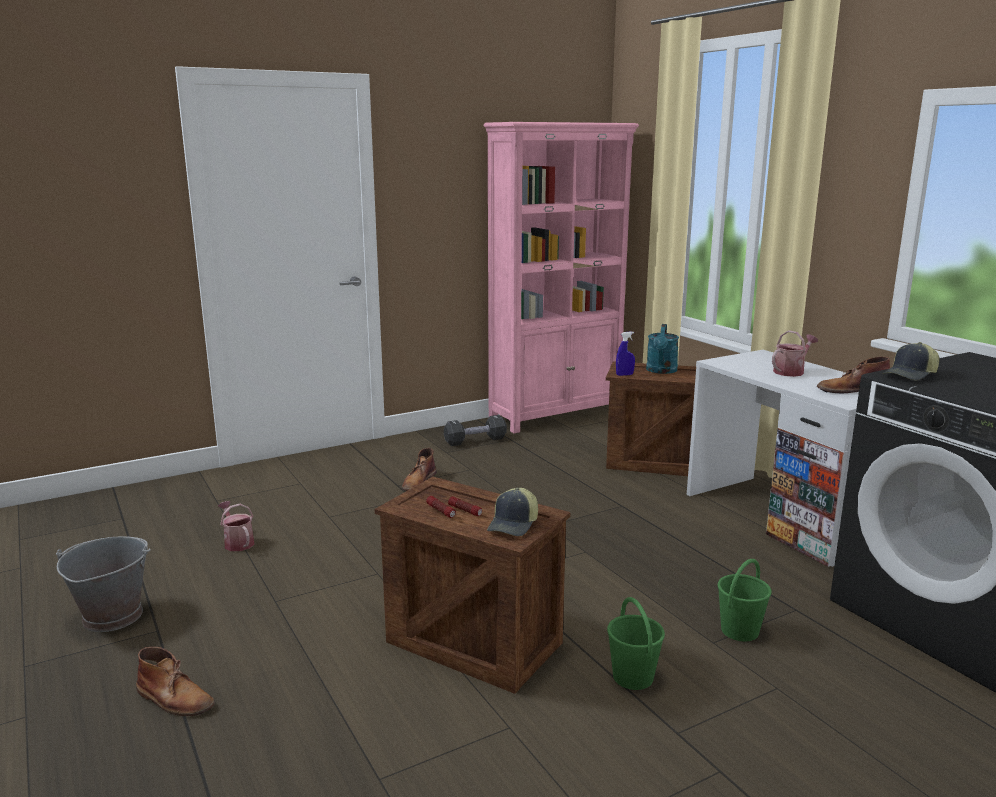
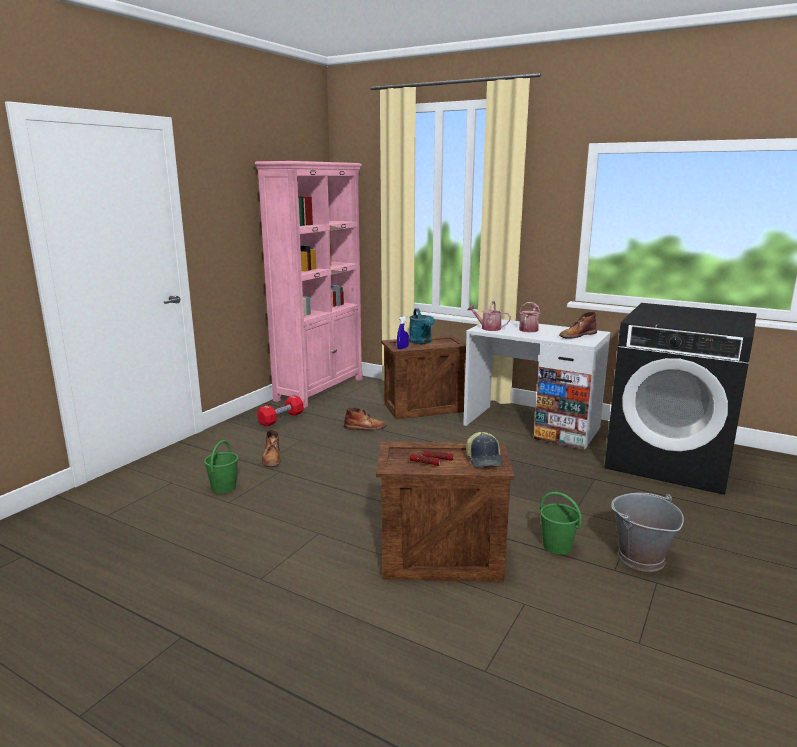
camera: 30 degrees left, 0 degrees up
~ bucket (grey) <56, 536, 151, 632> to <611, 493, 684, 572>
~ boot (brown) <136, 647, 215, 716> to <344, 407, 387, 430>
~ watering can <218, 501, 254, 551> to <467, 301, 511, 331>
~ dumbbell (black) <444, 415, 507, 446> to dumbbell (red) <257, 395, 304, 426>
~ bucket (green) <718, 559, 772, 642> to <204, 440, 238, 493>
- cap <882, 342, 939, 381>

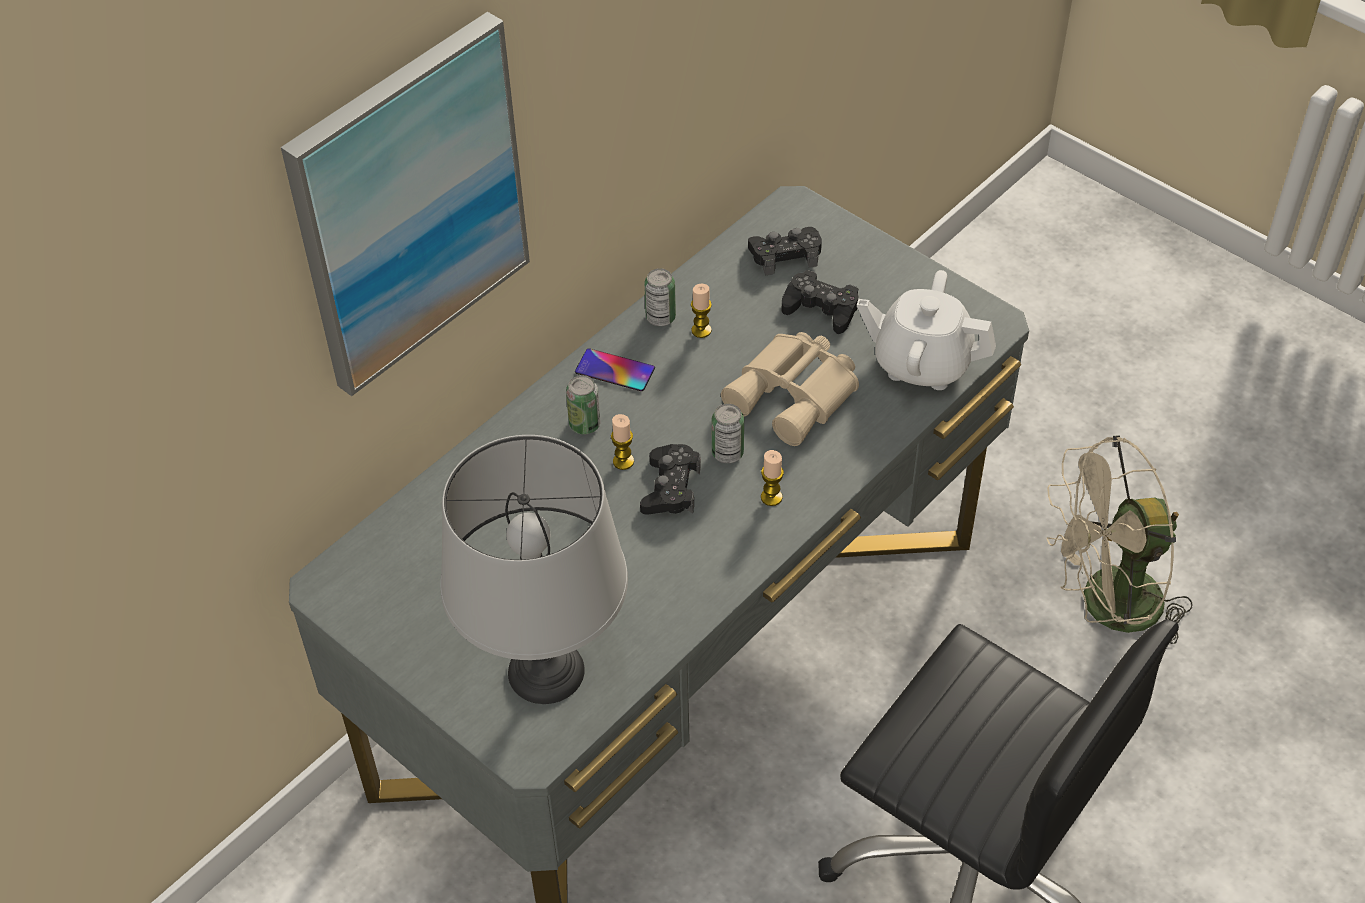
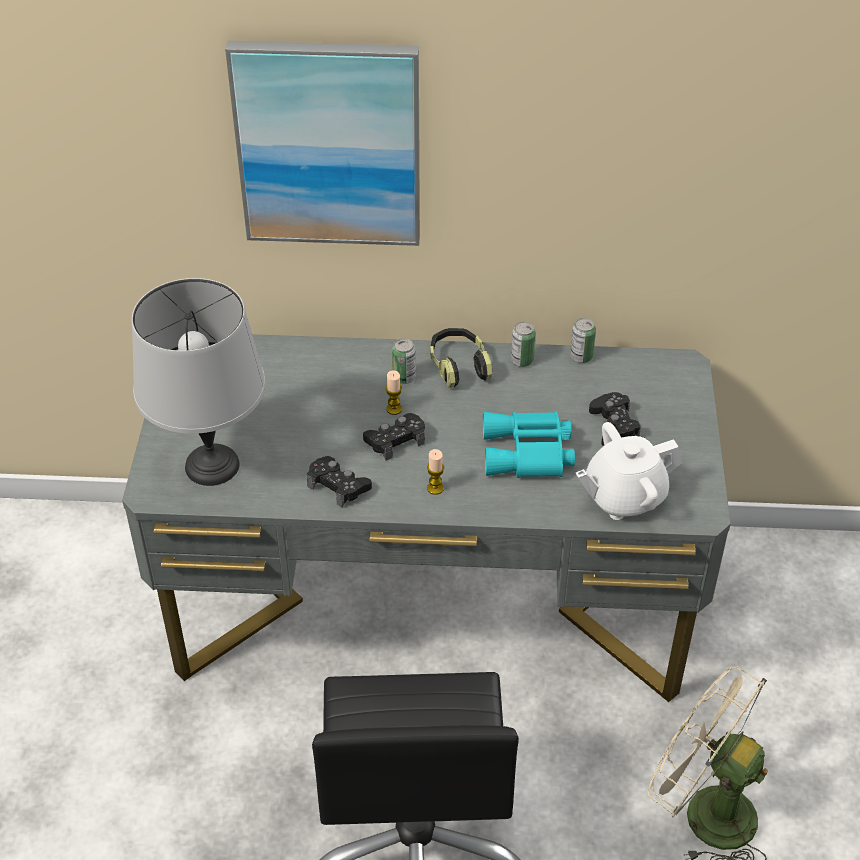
camera: 50 degrees right, 5 degrees down
~ phone <575, 348, 655, 391> to headphones <430, 328, 493, 388>
- candle <691, 284, 712, 338>
~ can <712, 404, 744, 463> to <570, 318, 596, 363>
~ binoculars (beige) <721, 332, 859, 446> to binoculars (turquoise) <483, 412, 575, 478>
~ game controller (black) <748, 227, 822, 276> to <307, 456, 372, 508>
~ teapot (white) <857, 270, 996, 390> = <576, 422, 682, 520> 90 degrees counterclockwise

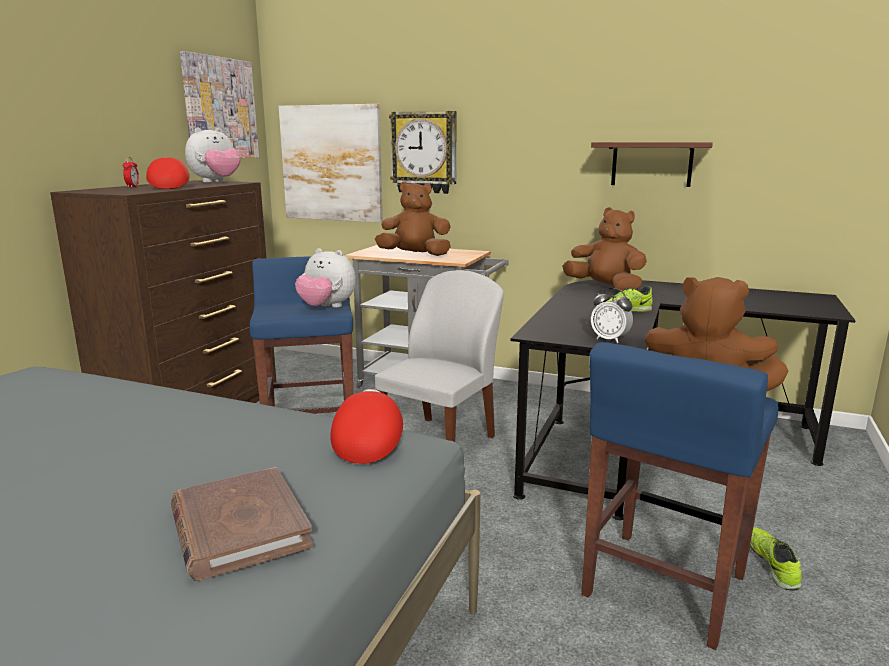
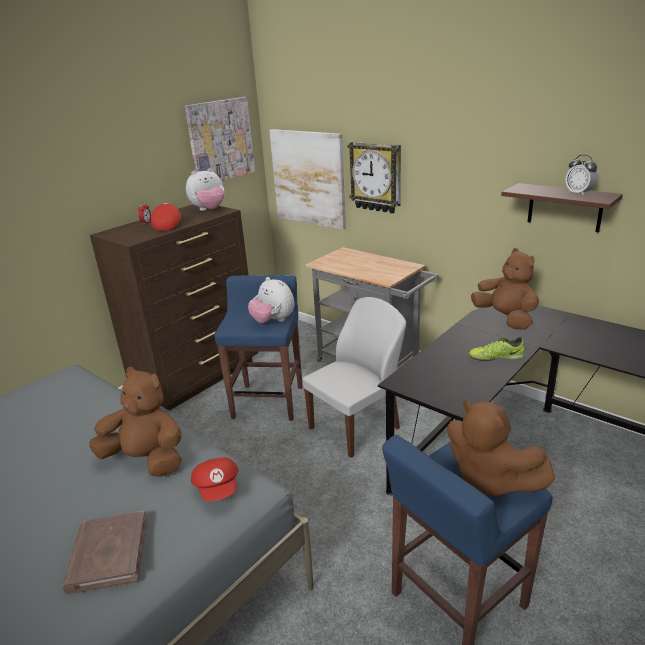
camera: 20 degrees right, 10 degrees up
~ cap (red) <330, 389, 403, 464> = <191, 457, 239, 501> 135 degrees clockwise
~ plush toy (brown) <375, 181, 451, 256> to <89, 367, 182, 477>
~ alarm clock <591, 288, 633, 343> to <565, 155, 598, 196>
- shoe <750, 527, 802, 590>

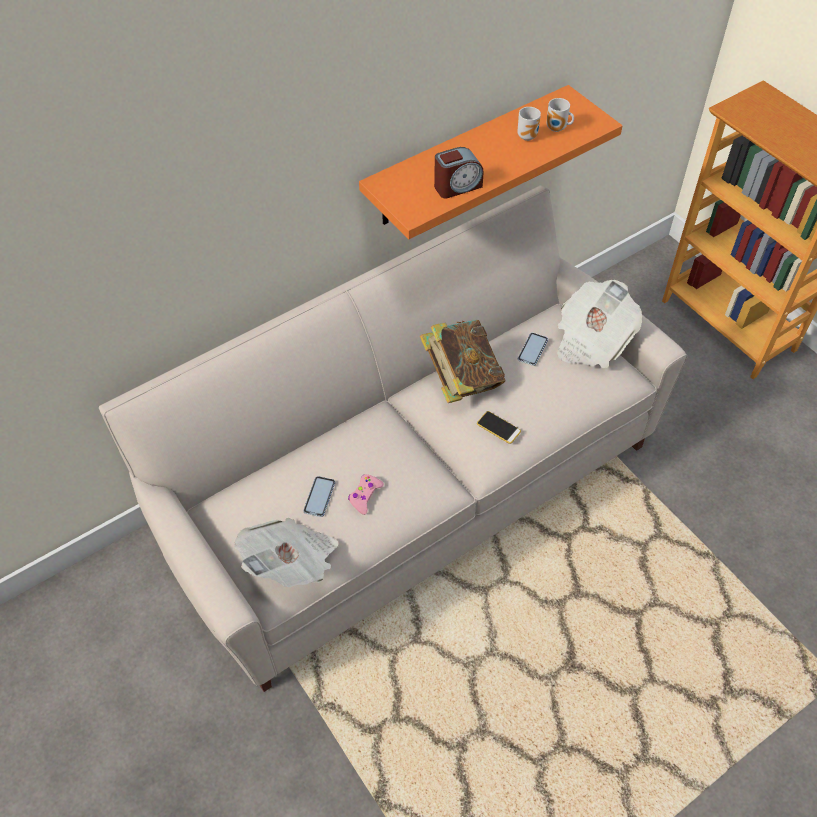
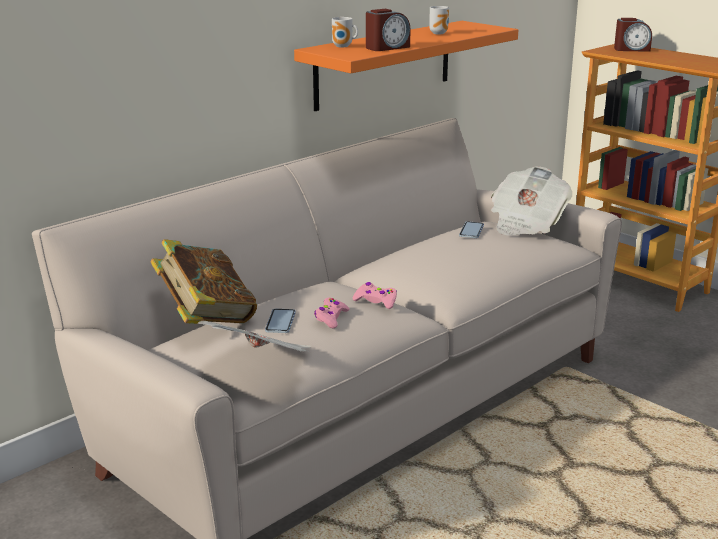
camera: 10 degrees left, 30 degrees down
~ book <420, 320, 506, 403> to <150, 239, 257, 324>
- phone <477, 411, 521, 444>
~ mug <547, 98, 574, 132> to <332, 17, 358, 47>
+ game controller (pink) <353, 282, 397, 309>
+ alarm clock <614, 18, 652, 52>

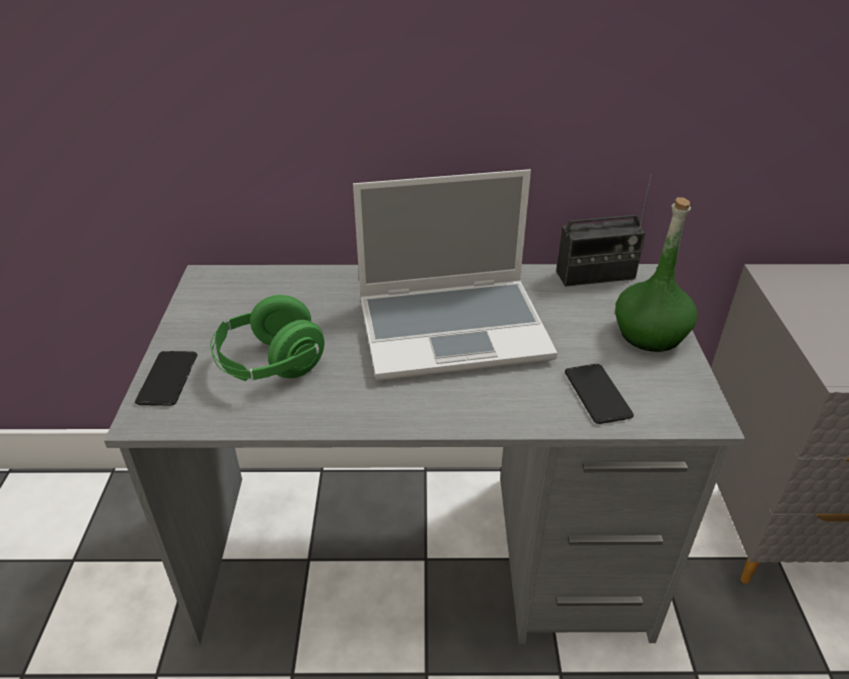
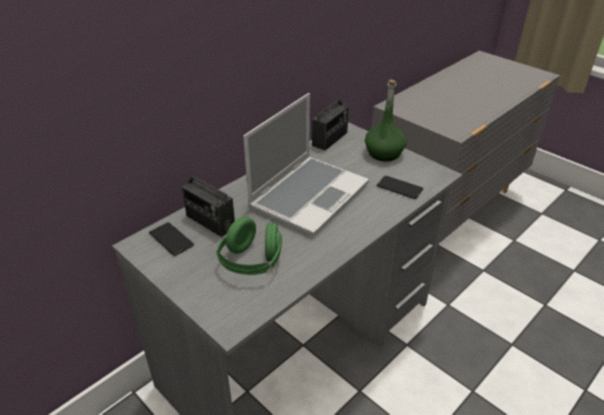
camera: 45 degrees left, 0 degrees up
~ phone <135, 351, 197, 406> to <149, 223, 194, 256>
+ radio <182, 168, 235, 237>

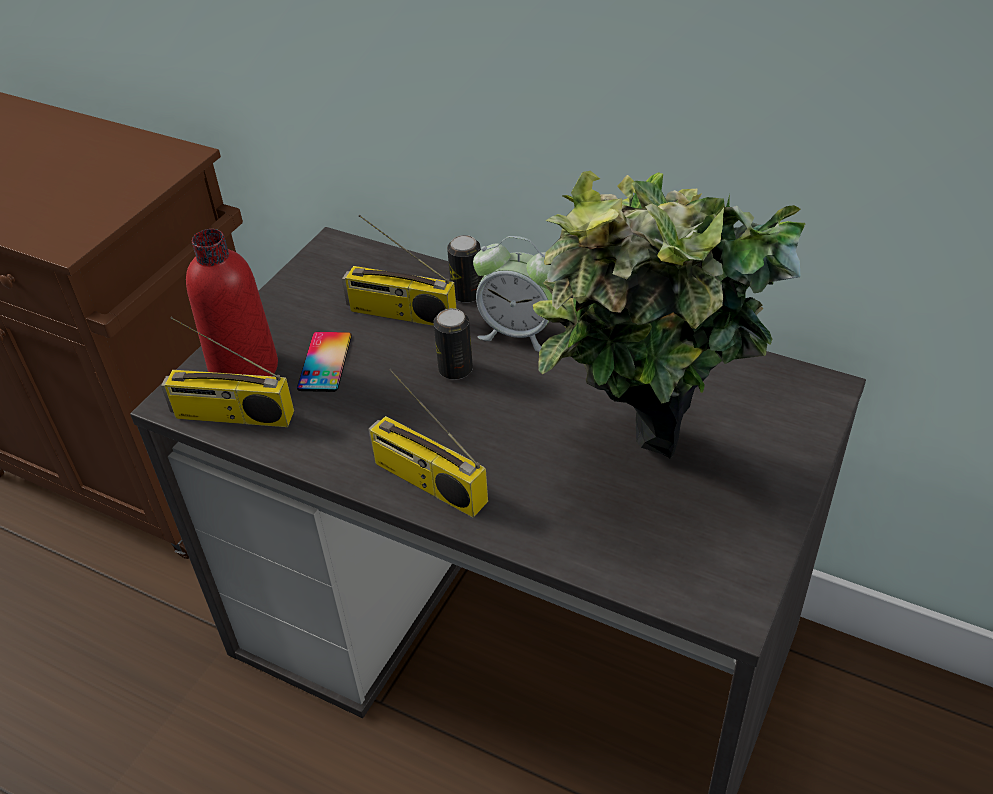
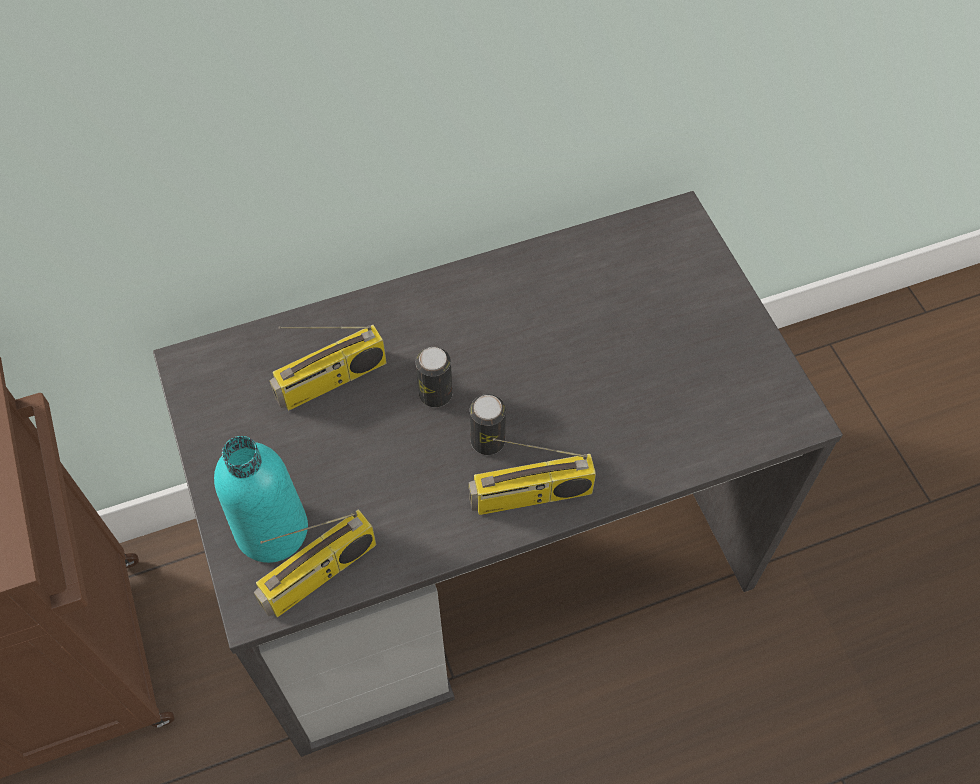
camera: 50 degrees left, 15 degrees up
~ bottle (red) <186, 229, 278, 376> to bottle (turquoise) <214, 436, 308, 563>
- phone <297, 332, 352, 392>
~ can <447, 235, 482, 303> to <470, 394, 506, 455>
- alarm clock <473, 236, 552, 352>
- potted plant <533, 171, 805, 458>

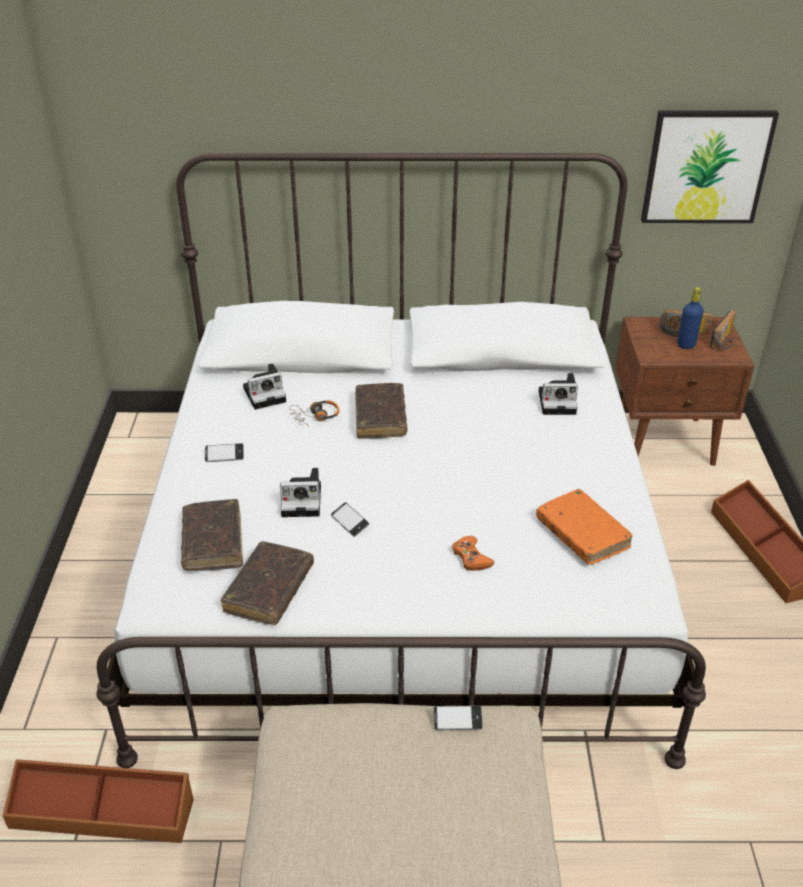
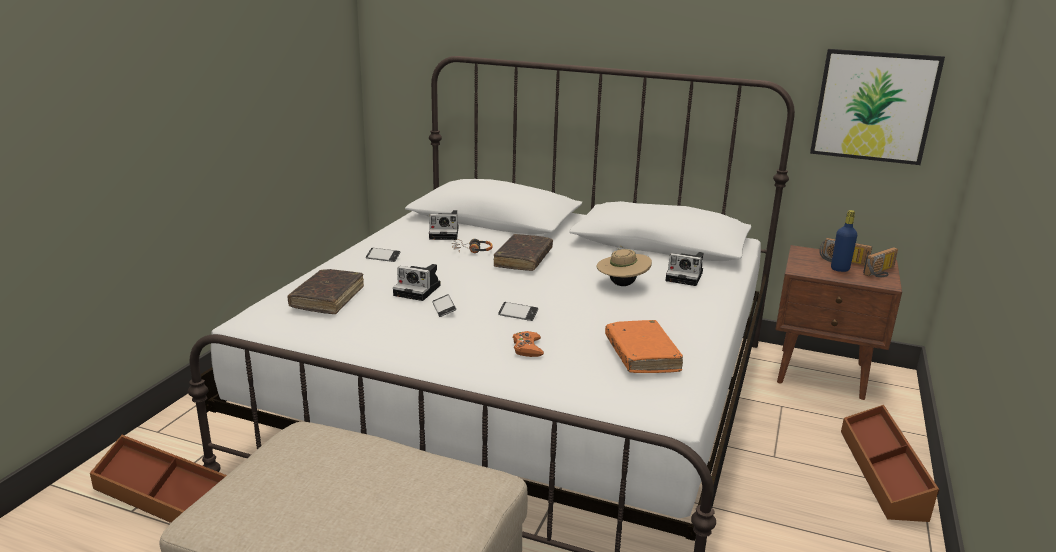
camera: 20 degrees right, 15 degrees down
- book (brown) <220, 541, 314, 625>
~ phone <434, 705, 483, 730> to <498, 302, 538, 321>
+ hat (beige) <596, 245, 652, 286>

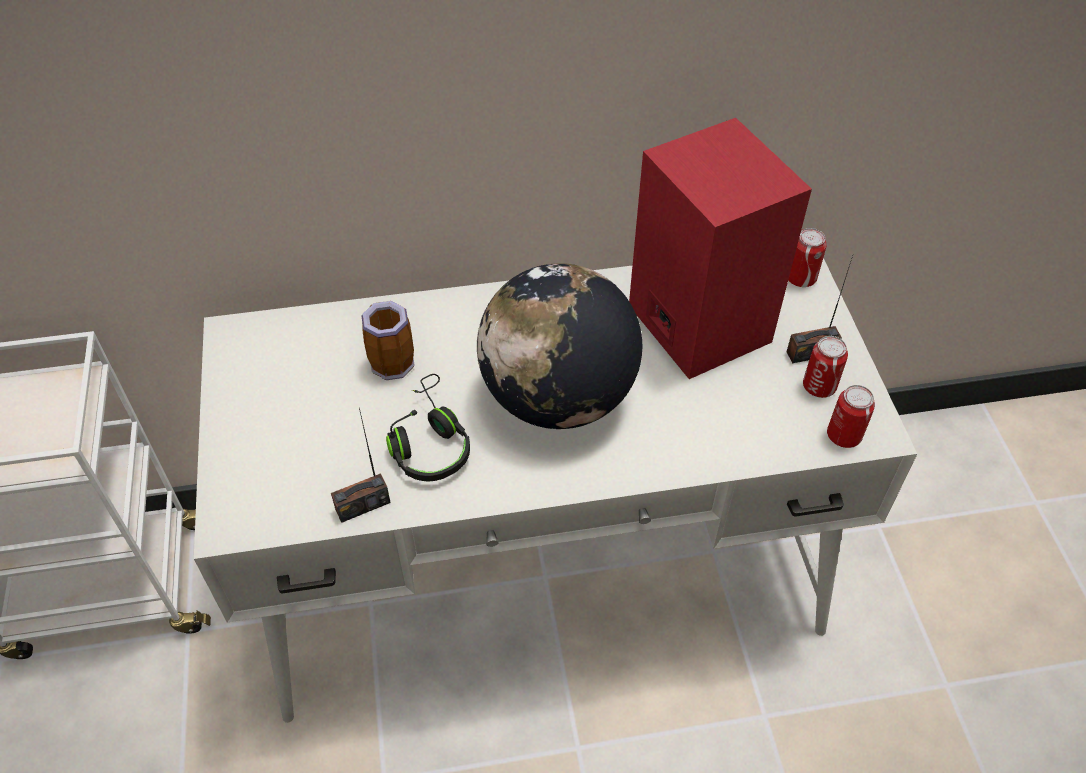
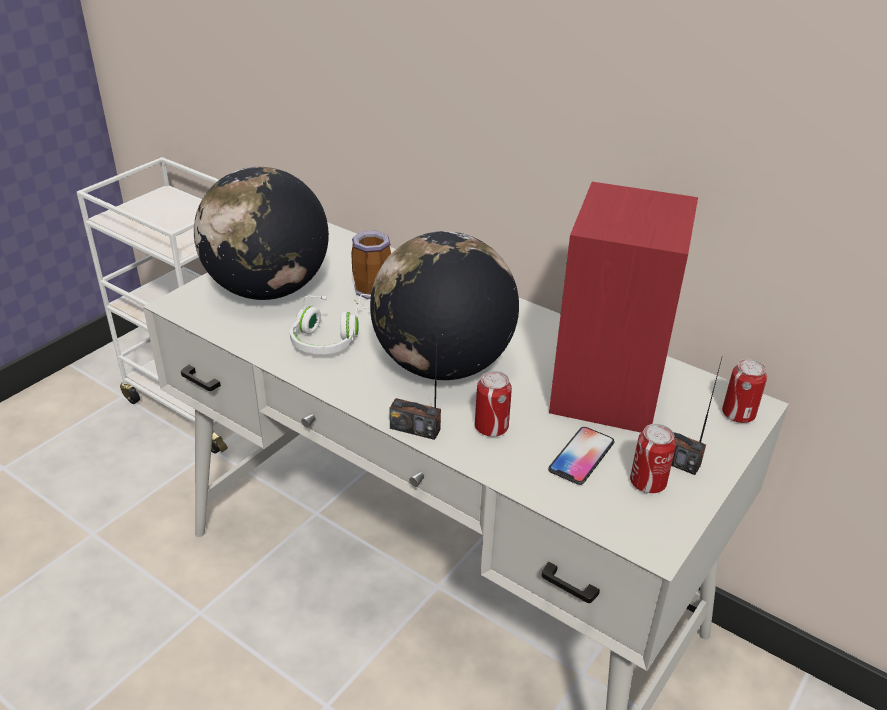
camera: 45 degrees right, 15 degrees down
~ radio <331, 408, 391, 523> to <389, 330, 441, 440>
~ headphones (black) <386, 374, 470, 482> to headphones (white) <290, 294, 371, 354>
~ can <827, 385, 875, 448> to <475, 371, 512, 437>
+ globe <194, 167, 329, 300>
+ phone <548, 427, 614, 485>

